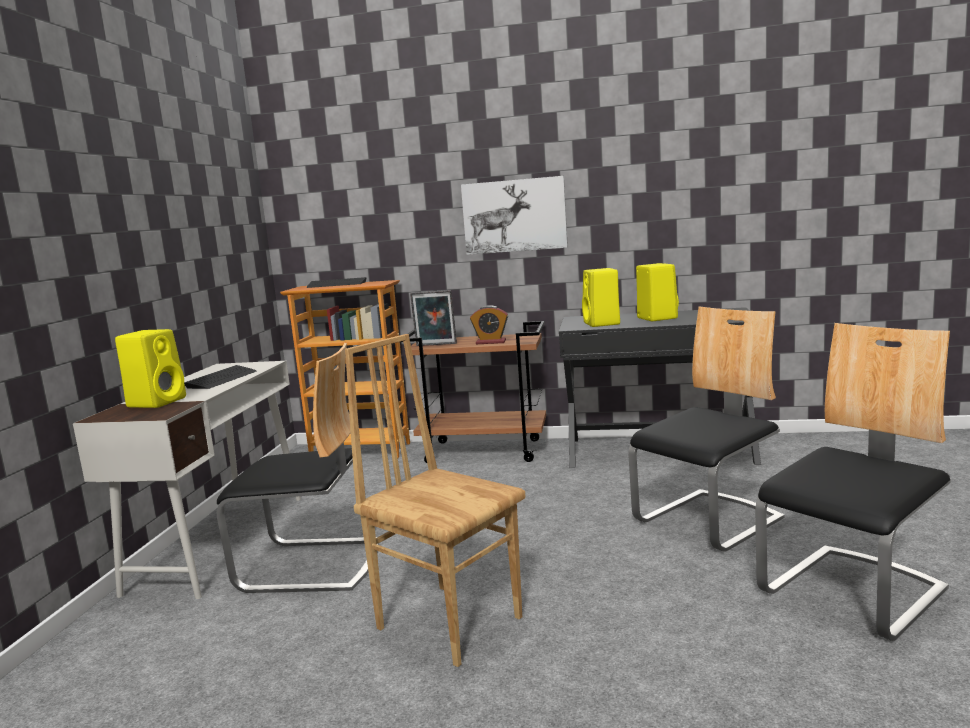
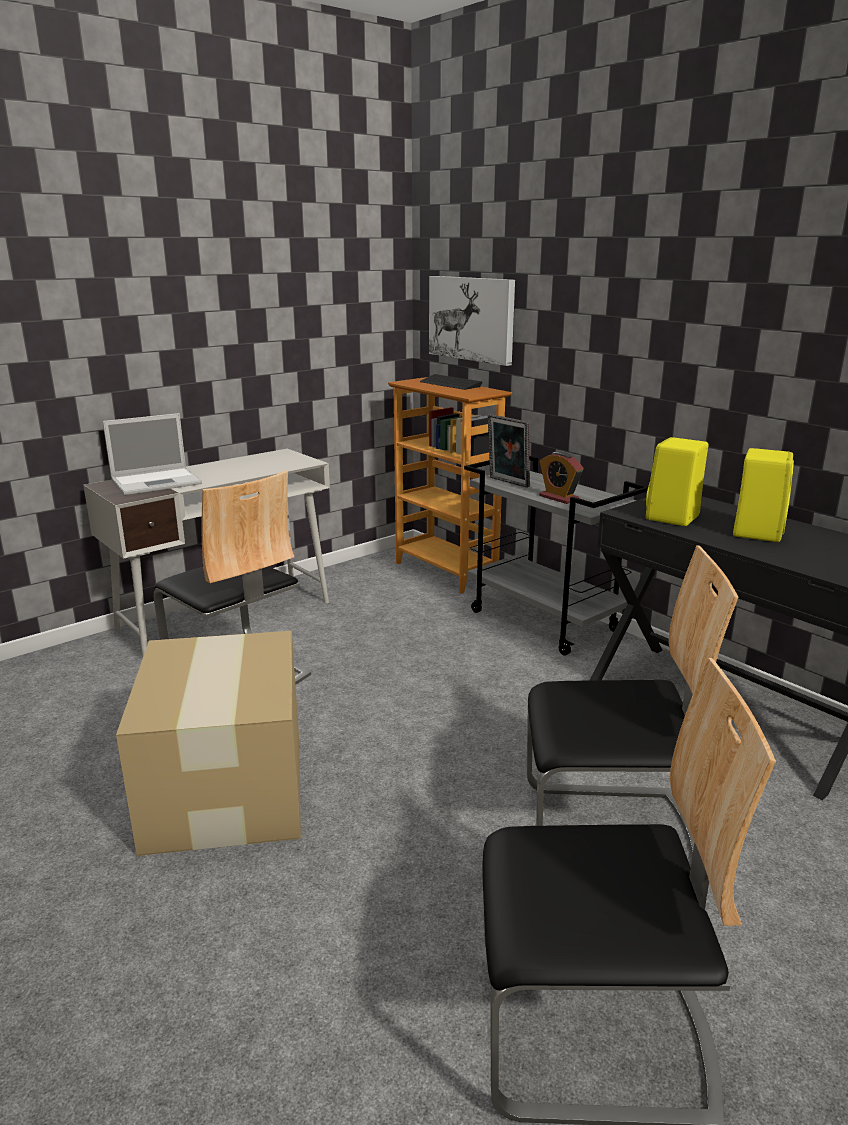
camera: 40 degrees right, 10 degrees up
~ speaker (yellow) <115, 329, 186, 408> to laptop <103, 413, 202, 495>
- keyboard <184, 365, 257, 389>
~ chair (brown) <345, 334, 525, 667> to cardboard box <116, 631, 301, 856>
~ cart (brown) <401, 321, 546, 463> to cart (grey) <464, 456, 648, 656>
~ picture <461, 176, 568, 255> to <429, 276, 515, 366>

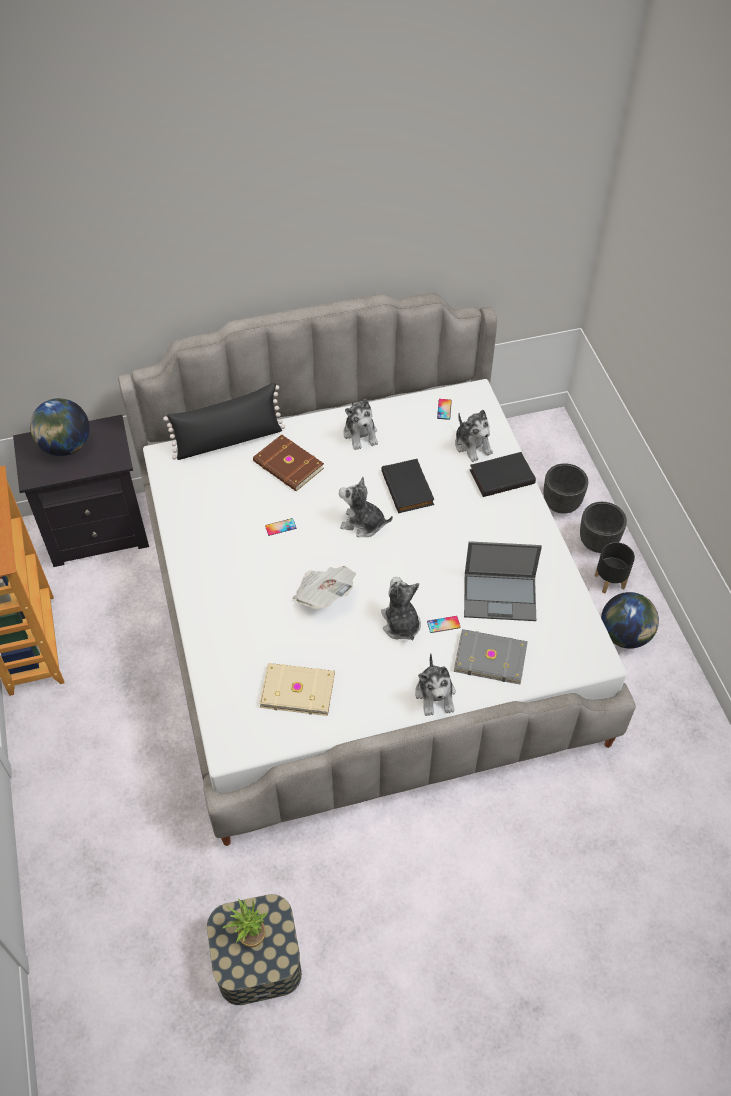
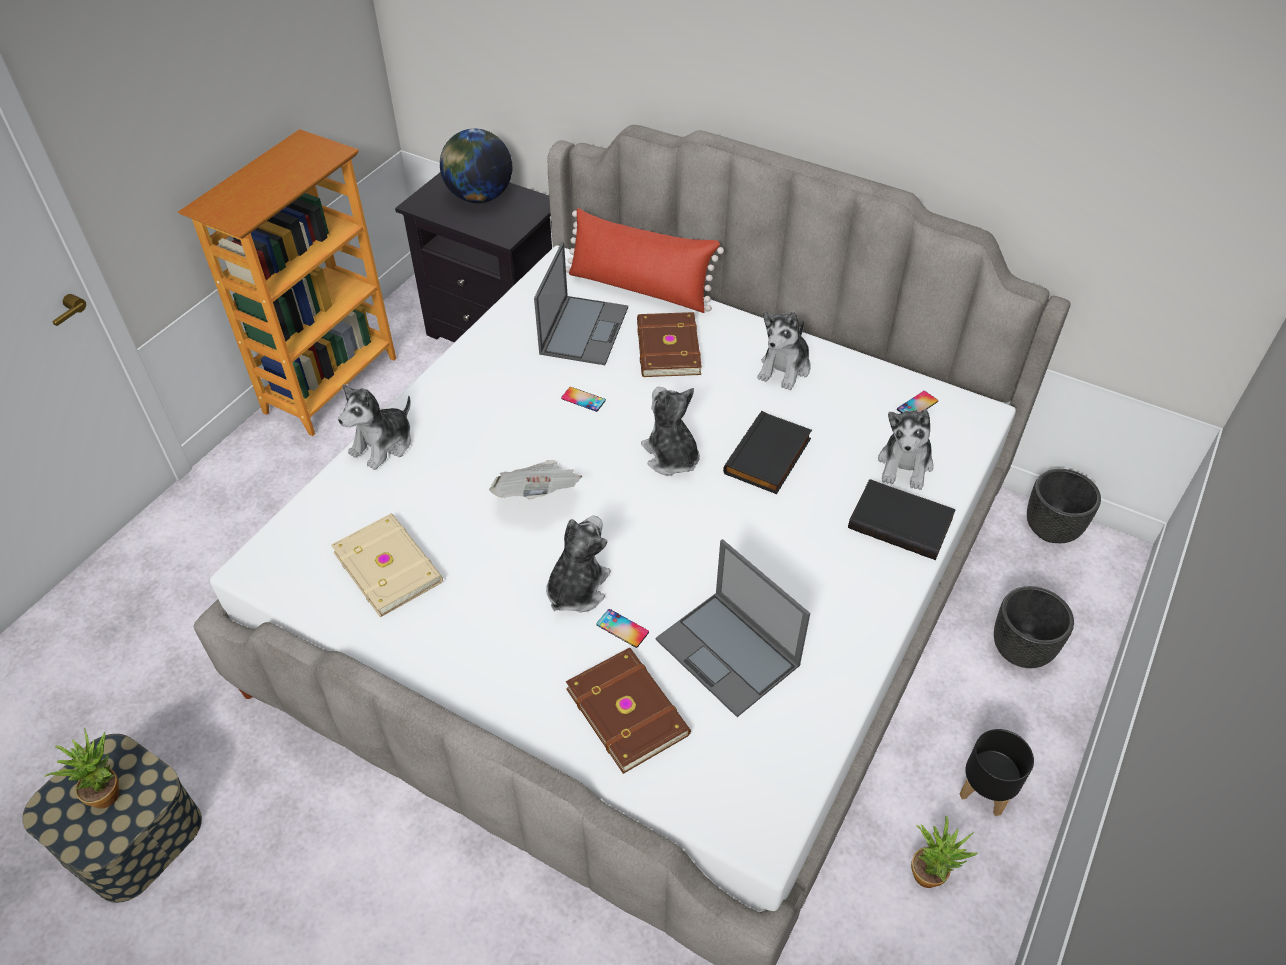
camera: 45 degrees right, 5 degrees down
~ pillow (black) <163, 383, 285, 460> to pillow (red) <566, 208, 724, 313>
~ plush toy <415, 653, 456, 716> to <338, 384, 411, 470>
~ book (grey) <454, 629, 528, 684> to book (brown) <566, 648, 691, 774>
~ planter (black) <580, 502, 627, 553> to <1027, 469, 1101, 543>
~ globe <601, 592, 659, 649> to potted plant <911, 815, 978, 888>
+ laptop <534, 242, 628, 365>

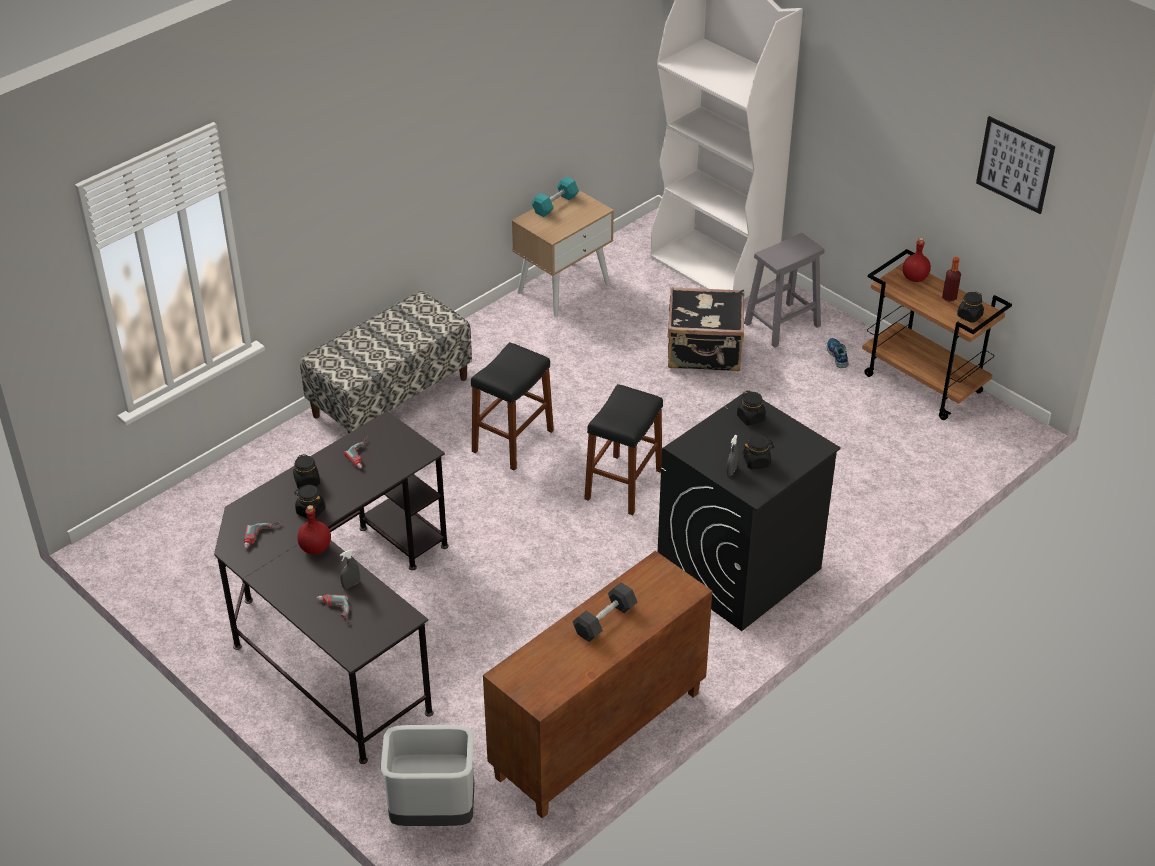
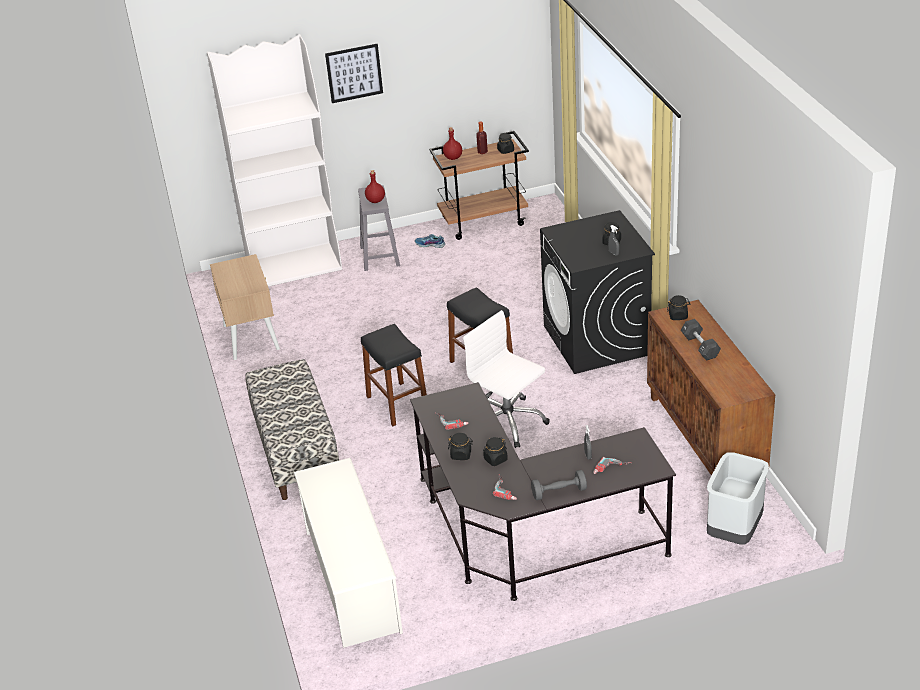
camera: 60 degrees left, 5 degrees down
~ bottle (red) <297, 505, 331, 554> to <365, 170, 385, 203>
- dumbbell (turquoise) <531, 177, 579, 217>
- suitcase (black) <667, 287, 744, 371>
~ jar (black) <737, 391, 766, 426> to <667, 295, 690, 320>
~ picture <976, 116, 1055, 214> to <325, 44, 383, 103>
+ shoe rack (white) <294, 458, 403, 648>
+ office chair (white) <463, 310, 550, 448>
+ dumbbell (grey) <531, 470, 587, 500>

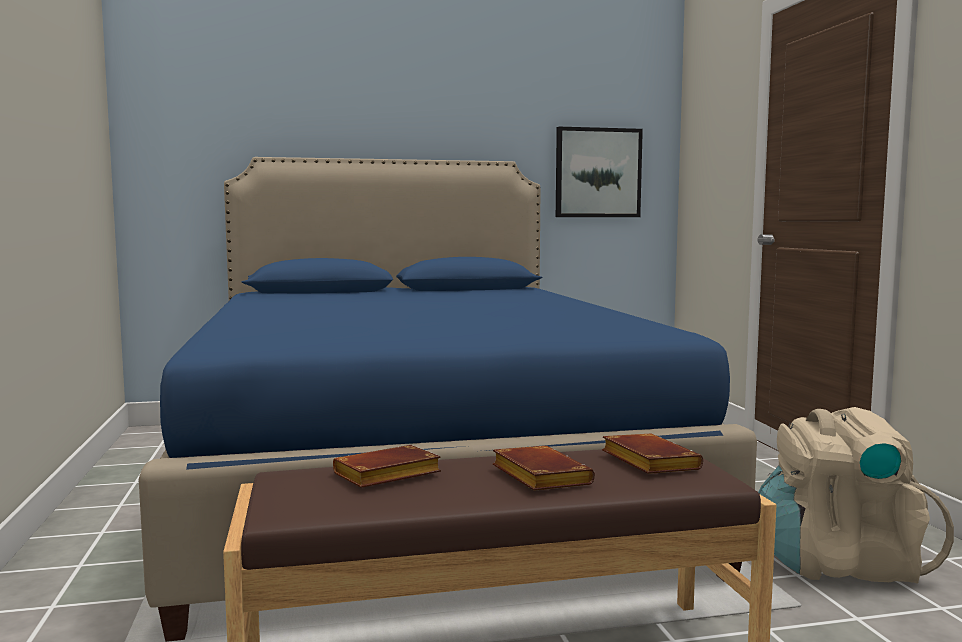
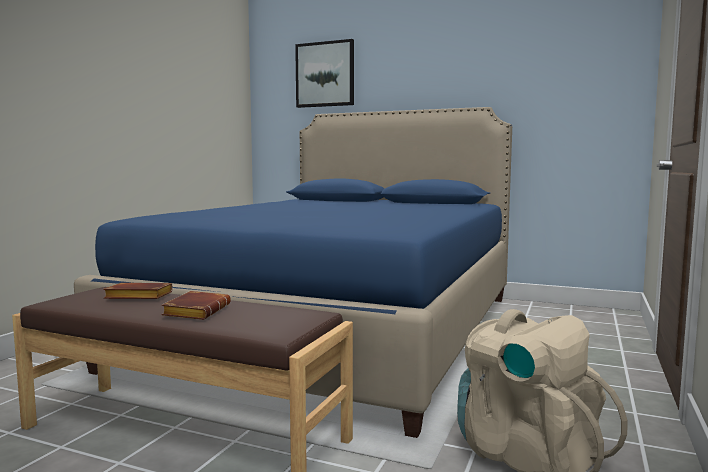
camera: 35 degrees right, 0 degrees up
~ picture <556, 127, 643, 217> to <295, 39, 354, 108>
- book (brown) <602, 434, 703, 474>

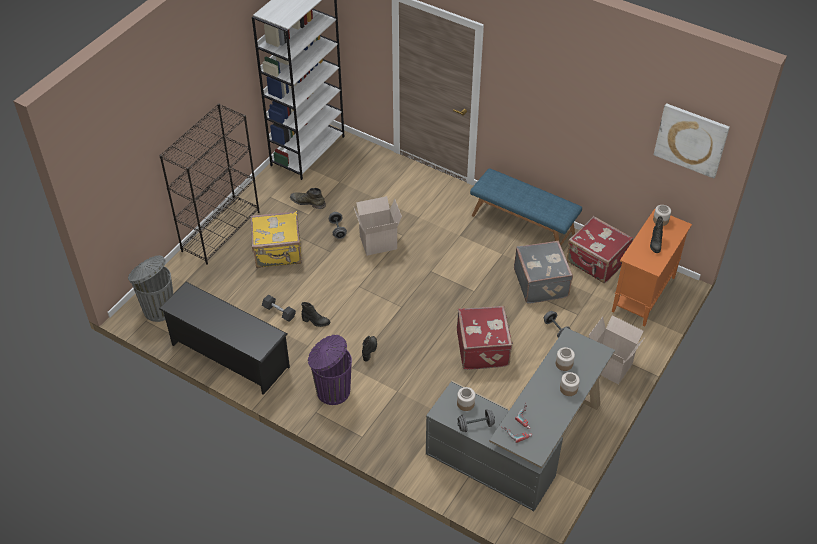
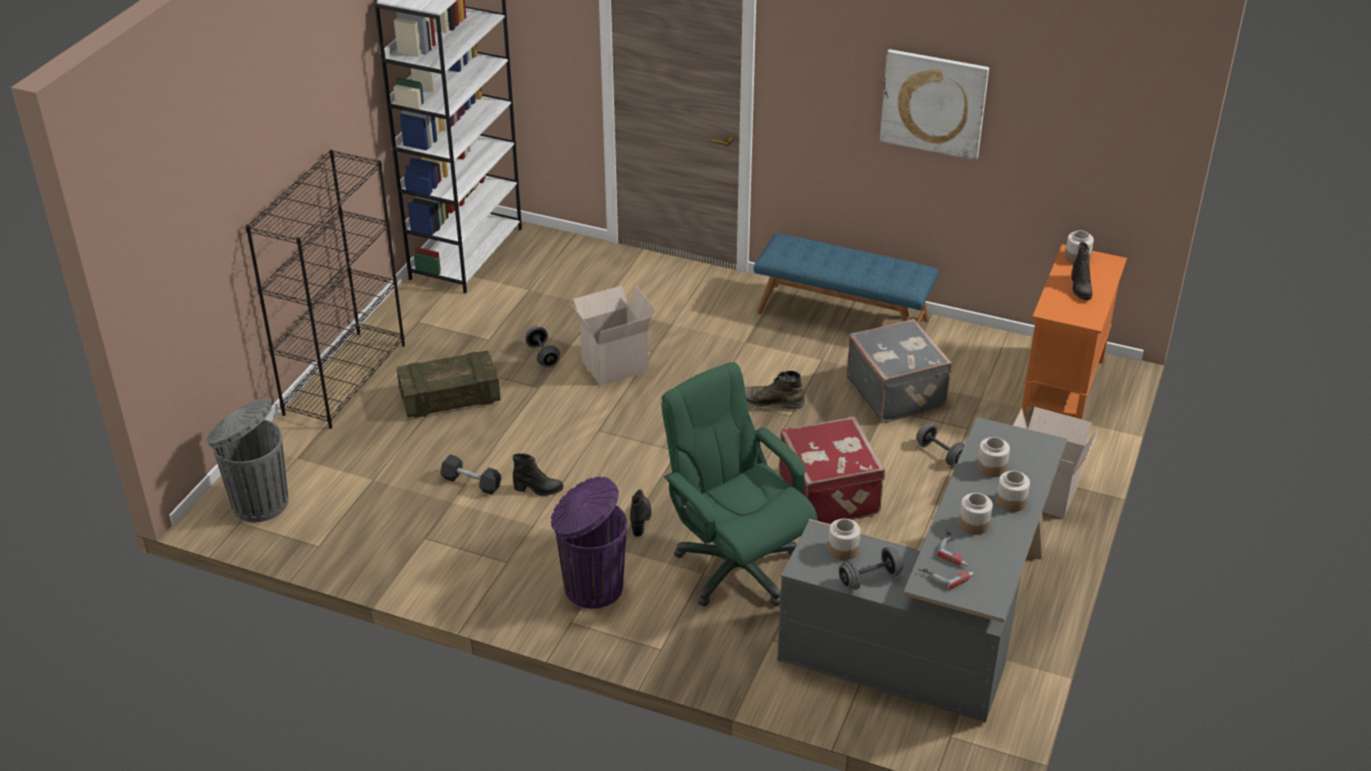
camera: 10 degrees left, 10 degrees down
- shoe rack (black) <159, 282, 290, 395>
~ suitcase (yellow) <250, 211, 302, 268> to crate <397, 350, 500, 418>
~ boot (green) <290, 188, 326, 209> to <745, 371, 805, 409>
- suitcase (red) <566, 216, 633, 283>
~ picture <654, 103, 730, 178> to <880, 49, 989, 160>
+ office chair (green) <661, 362, 818, 606>
+ jar <959, 493, 993, 535>

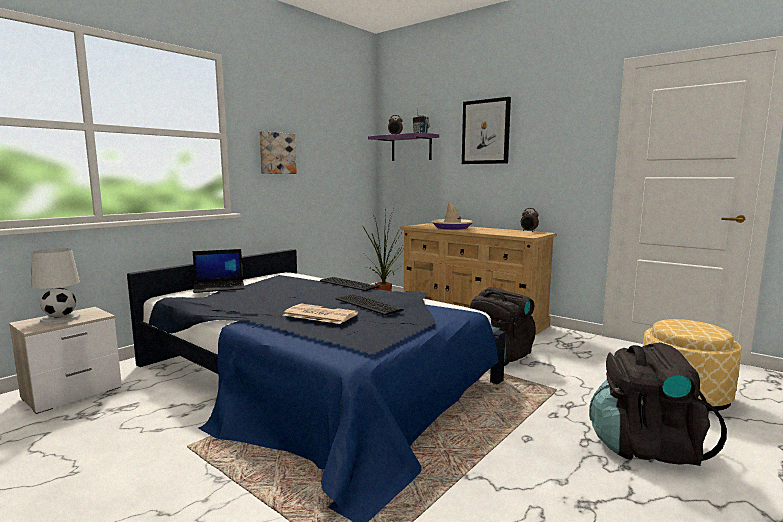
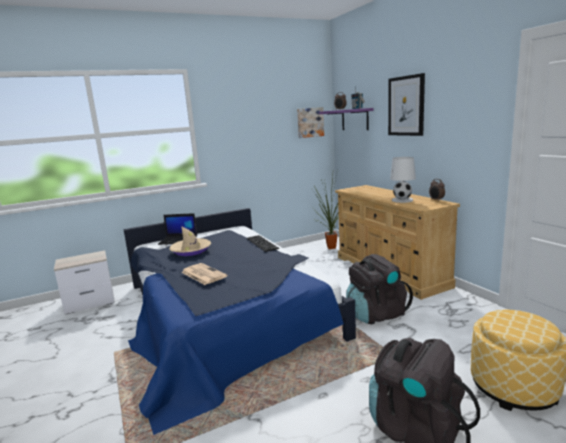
camera: 25 degrees right, 5 degrees up
~ table lamp (white) <31, 248, 81, 324> to <390, 157, 416, 203>
~ picture <259, 131, 297, 174> to <297, 107, 324, 138>
- keyboard <336, 294, 404, 315>
~ hat (beige) <432, 201, 473, 230> to <169, 226, 211, 256>

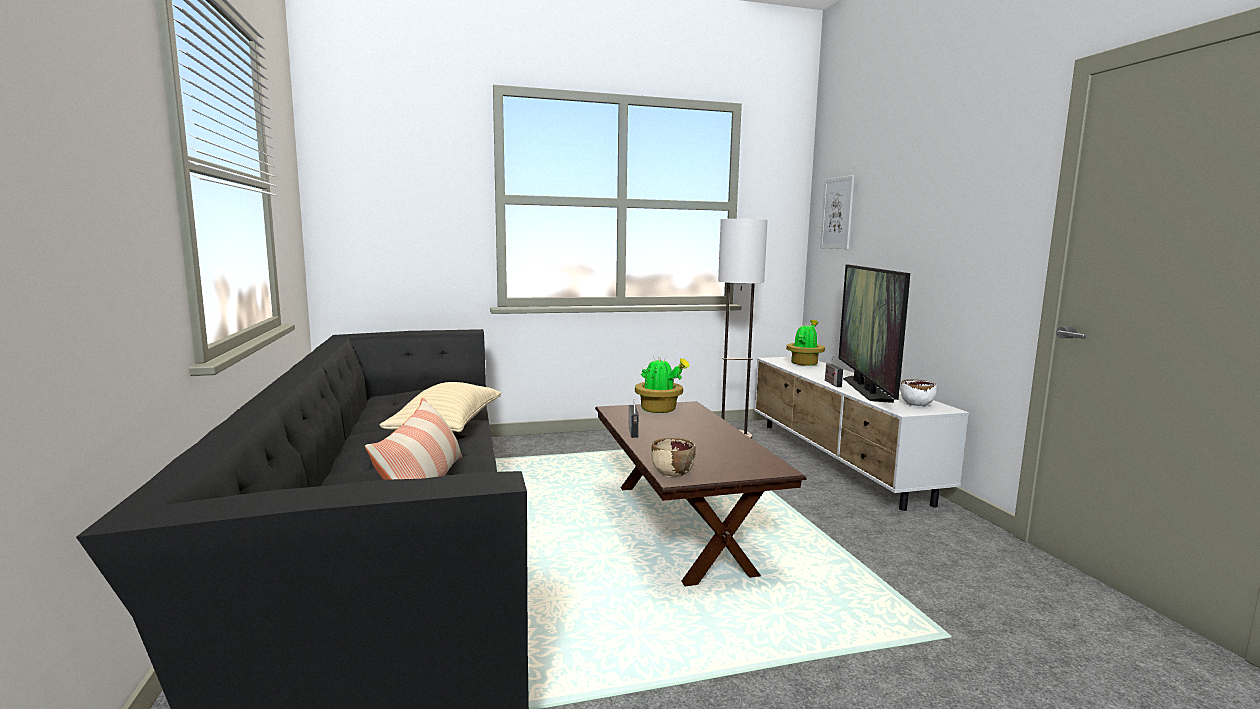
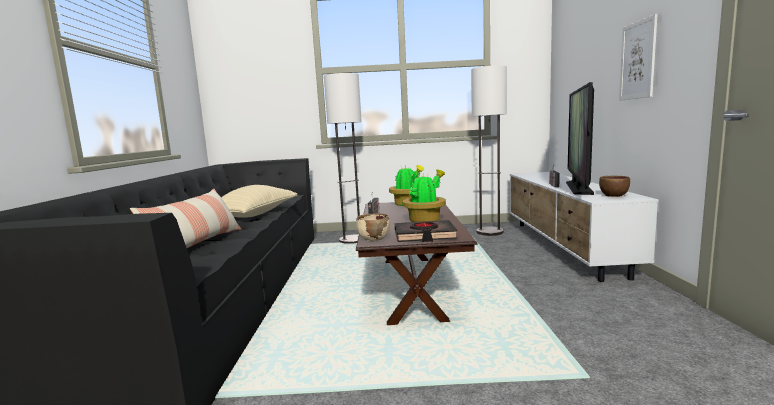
camera: 15 degrees right, 0 degrees up
~ potted plant <786, 320, 825, 366> to <402, 169, 446, 222>
~ picture <820, 175, 854, 249> to <619, 14, 658, 101>
~ bowl (white) <900, 379, 937, 407> to bowl (brown) <599, 176, 630, 197>
+ floor lamp <324, 73, 362, 244>
+ book (black) <395, 220, 457, 242>

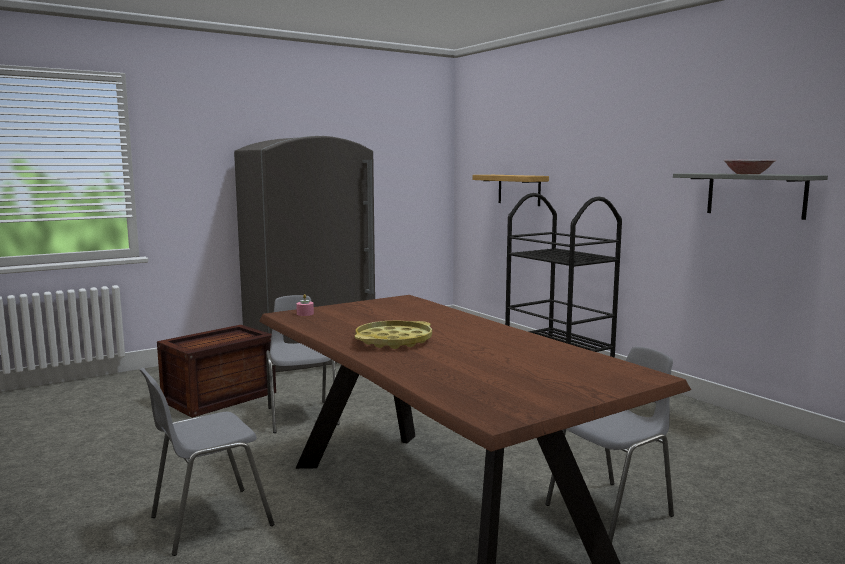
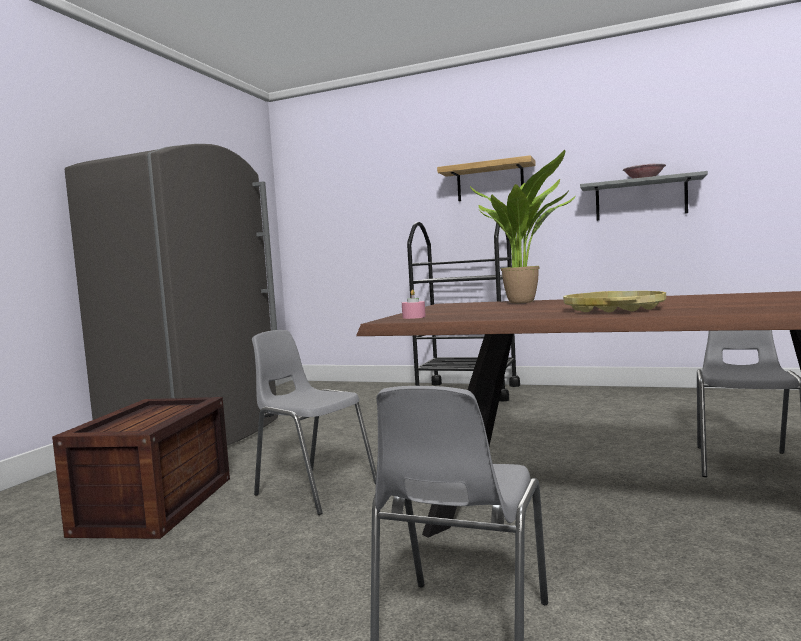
camera: 35 degrees left, 5 degrees down
~ shelf <472, 175, 549, 206> to <437, 155, 536, 201>
+ potted plant <470, 150, 576, 303>

